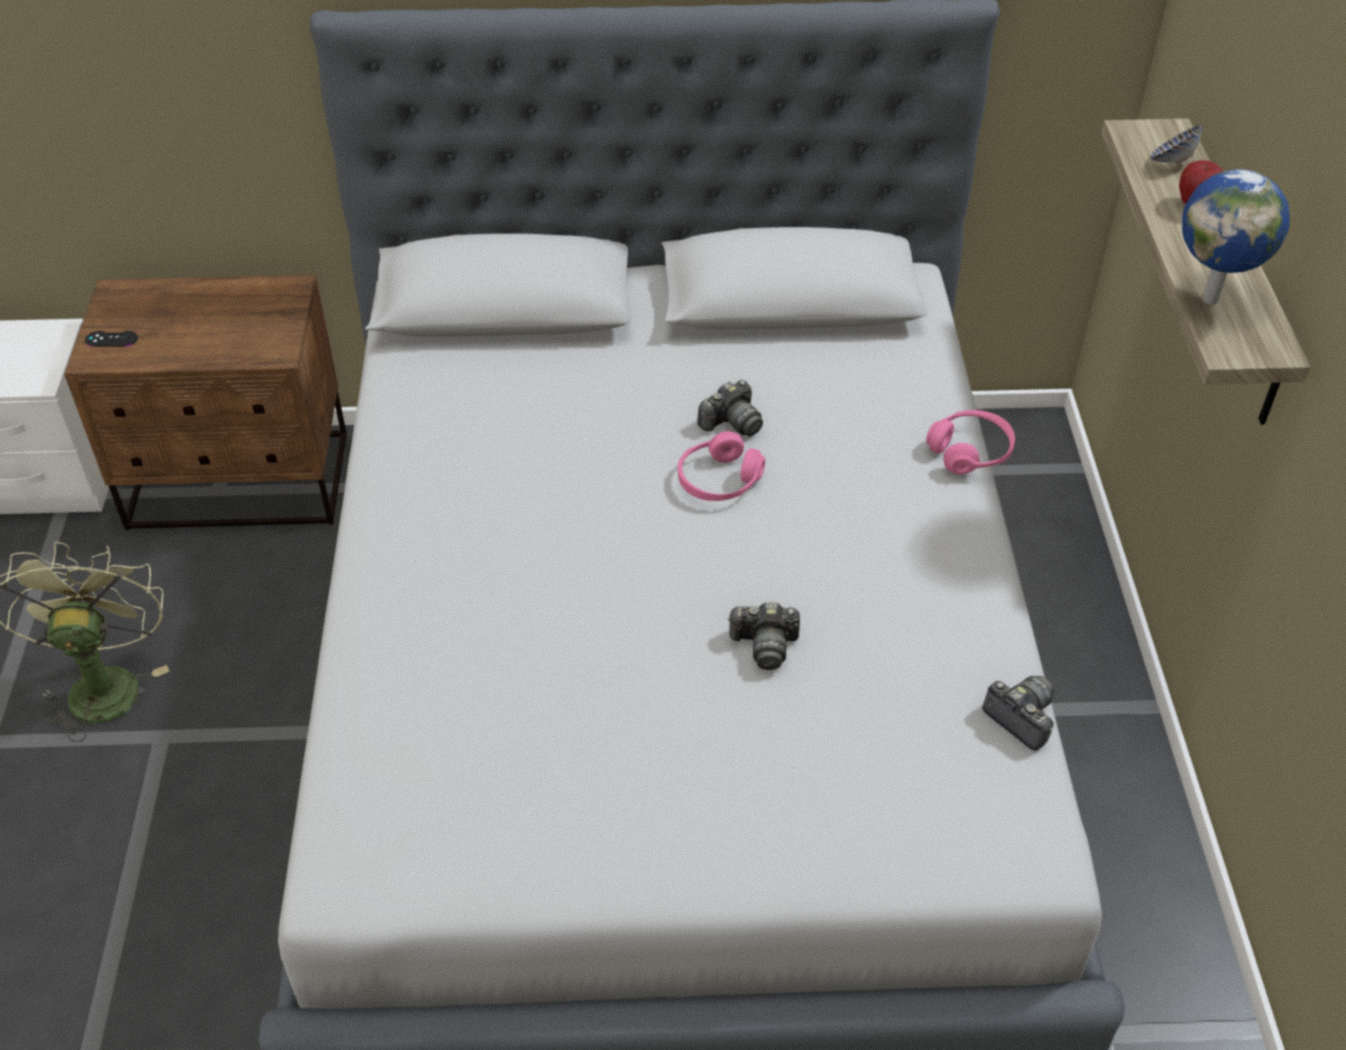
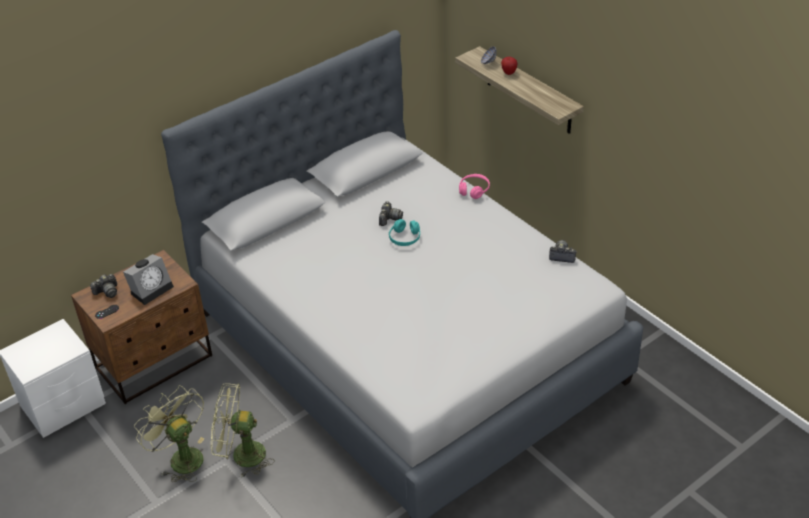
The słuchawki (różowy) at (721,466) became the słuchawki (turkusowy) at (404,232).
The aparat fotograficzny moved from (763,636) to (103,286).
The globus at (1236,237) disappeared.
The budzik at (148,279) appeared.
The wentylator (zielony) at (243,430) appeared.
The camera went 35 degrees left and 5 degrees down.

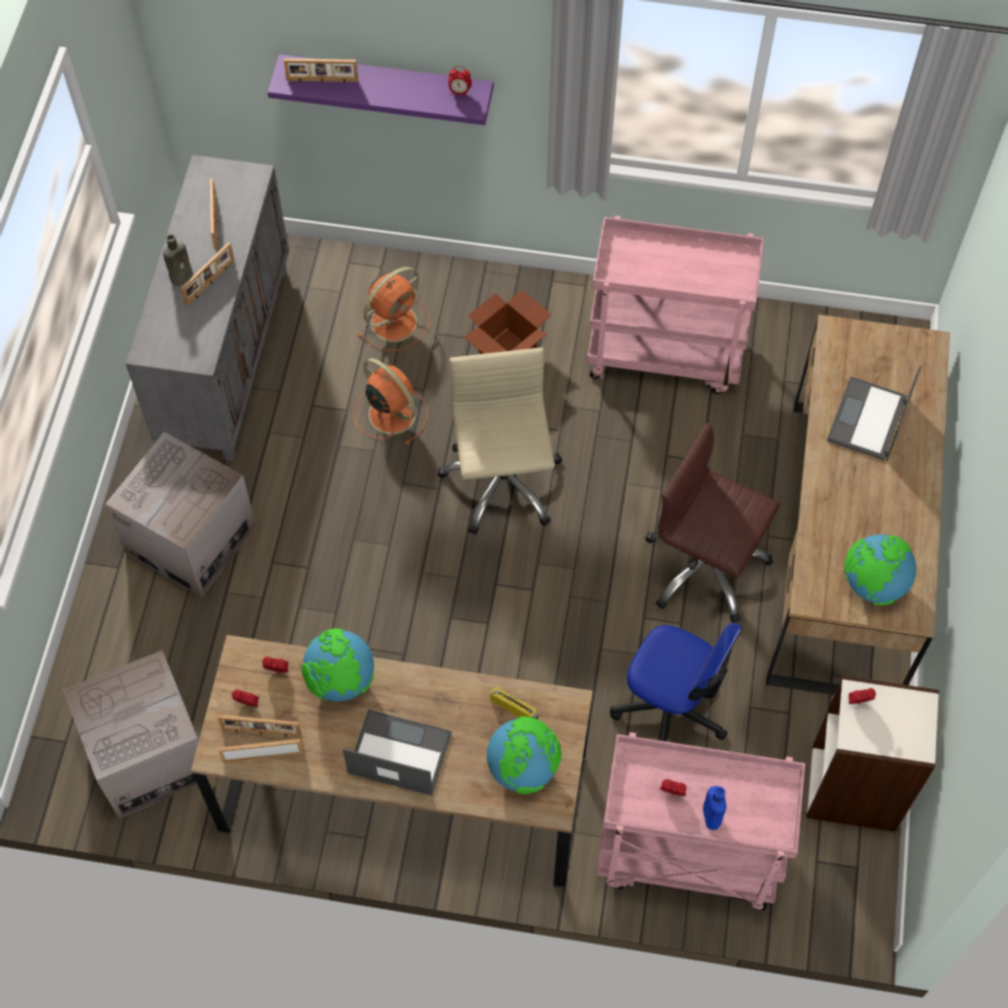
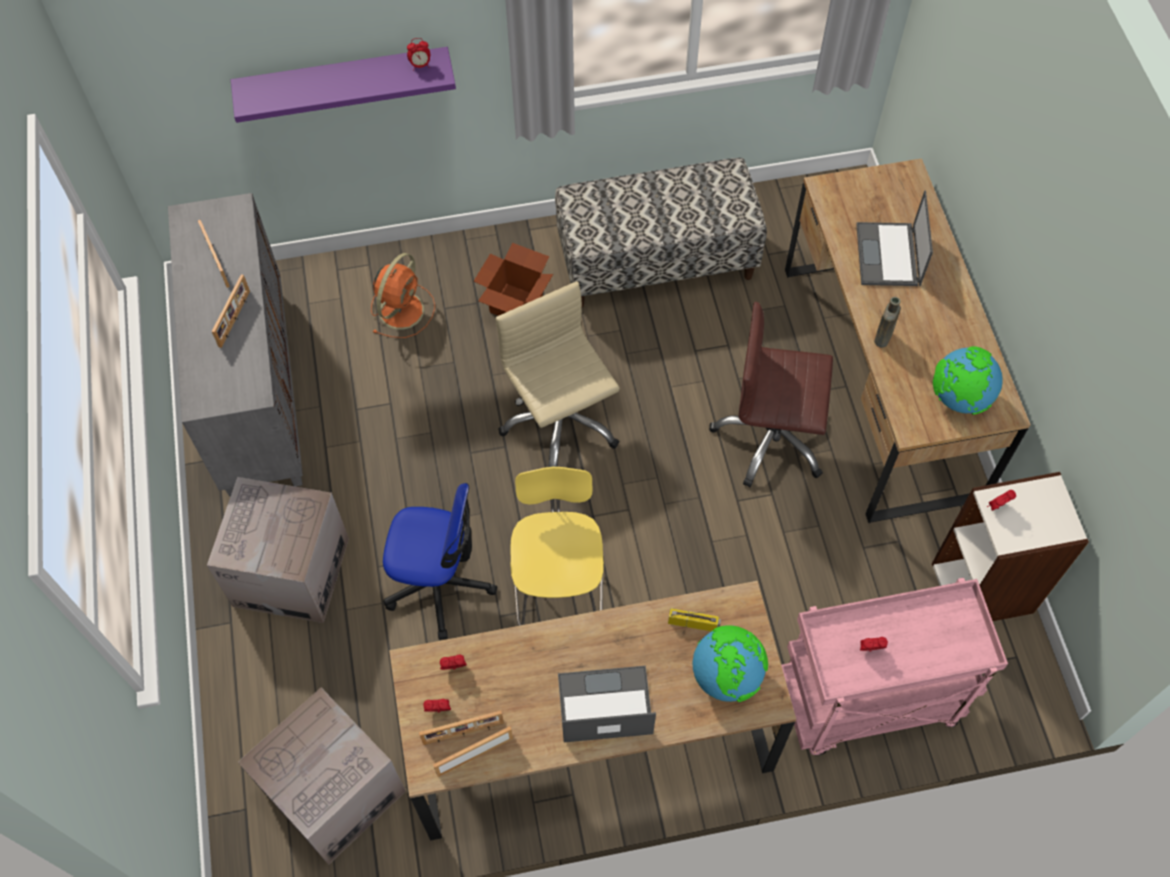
The butelka (brązowy) moved from (178,260) to (887,322).
The ramka na zdjęcie at (321,70) disappeared.
The globus at (337,664) disappeared.
The wentylator (pomarańczowy) at (390,401) disappeared.
The wózek (różowy) at (675,305) was replaced by the ławka at (661,232).
The krzesło biurowe moved from (676,682) to (440,561).
The butelka (niebieski) at (714,808) disappeared.
The stołek (żółty) at (557,546) appeared.
The camera went 20 degrees left and 0 degrees up.

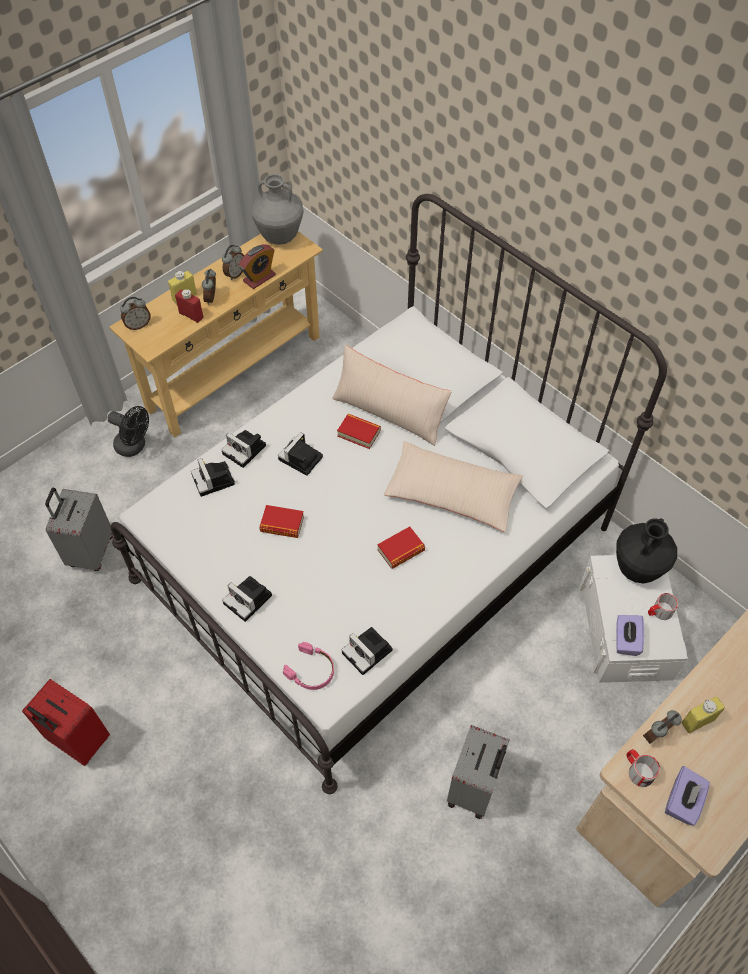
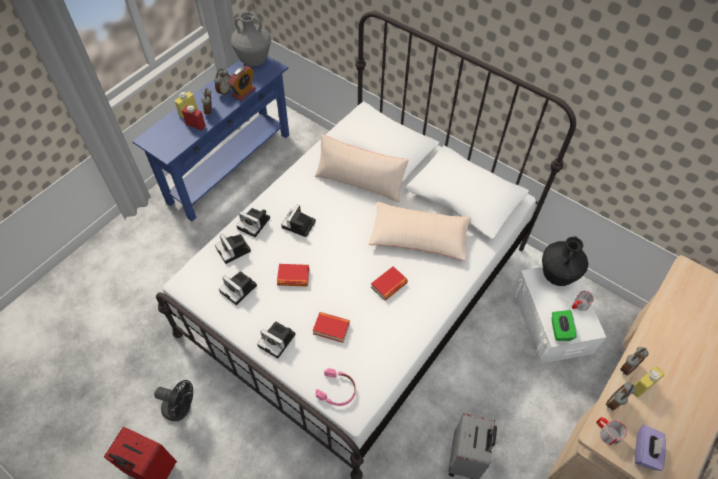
The walizka (szary) at (79,529) disappeared.
The wentylator (czarny) moved from (128,431) to (173,400).
The stolik konsolowy (beżowy) at (216,334) became the stolik konsolowy (niebieski) at (210,138).
The budzik moved from (135,313) to (634,361).
The książka moved from (359,431) to (331,327).
The aparat fotograficzny moved from (367,651) to (238,288).
The pudełko chusteczek (fioletowy) at (630,635) became the pudełko chusteczek (zielony) at (564,325).
The camera went 10 degrees left and 0 degrees up.

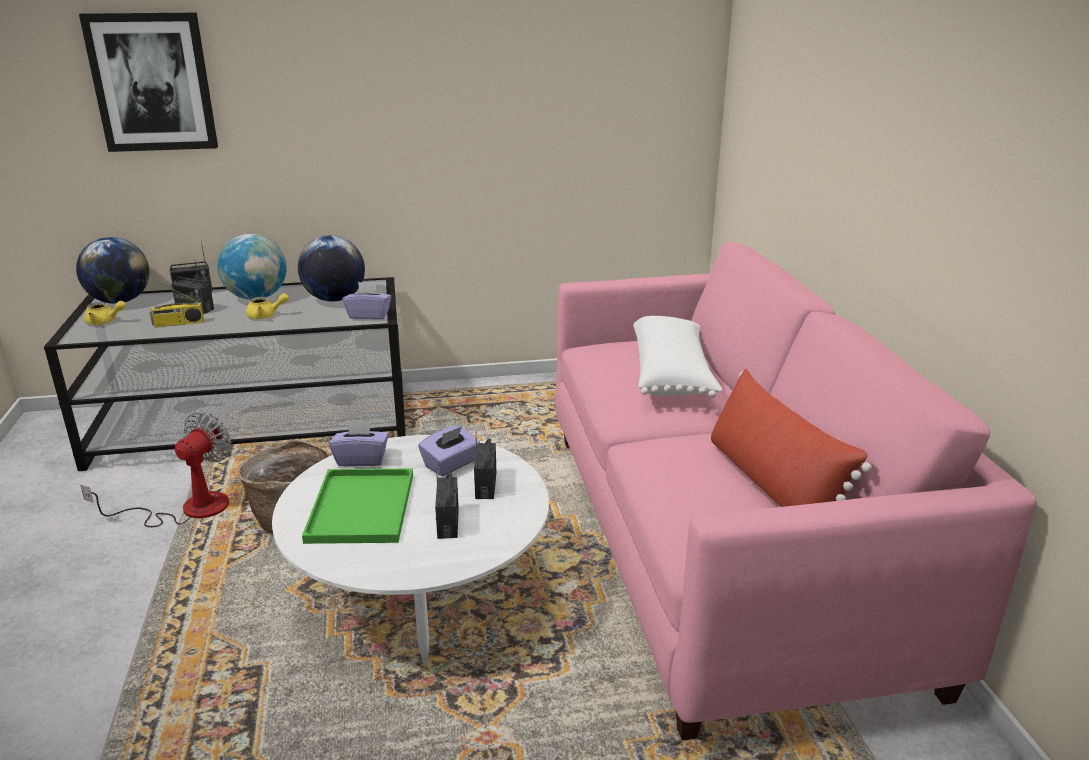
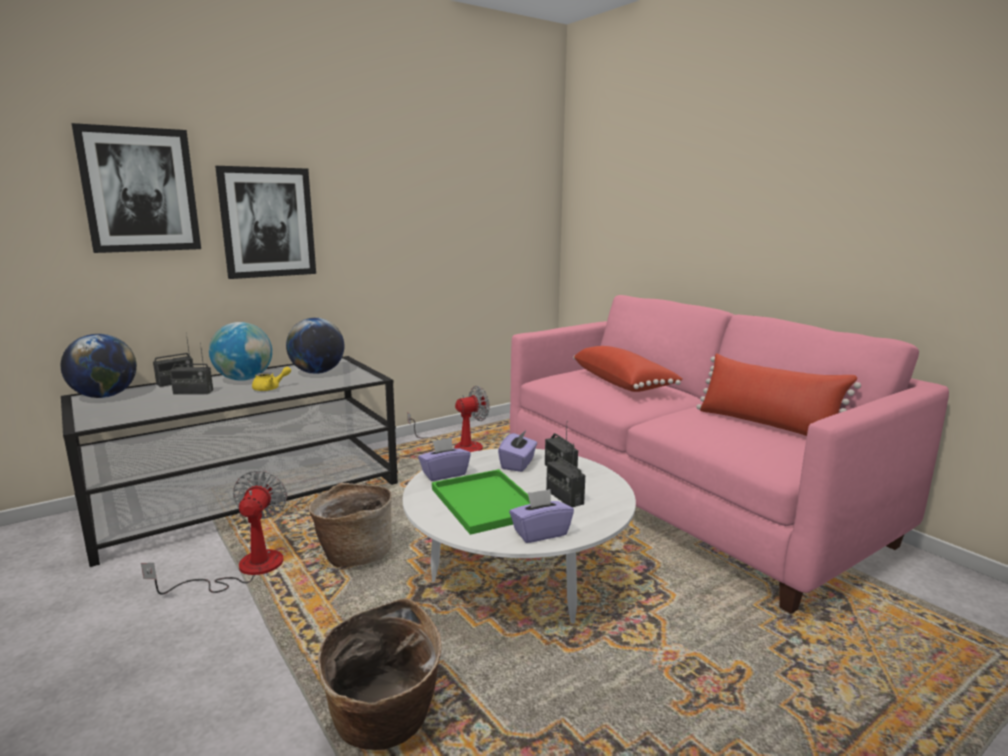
The imbryk (żółty) at (105,313) disappeared.
The radio at (177,304) disappeared.
The pudełko chusteczek (fioletowy) moved from (366,301) to (541,516).
The poduszka (biały) at (678,357) became the poduszka (czerwony) at (627,369).
The obraz at (265,222) appeared.
The koszyk at (380,674) appeared.
The wentylator at (449,419) appeared.
The camera went 25 degrees left and 10 degrees down.

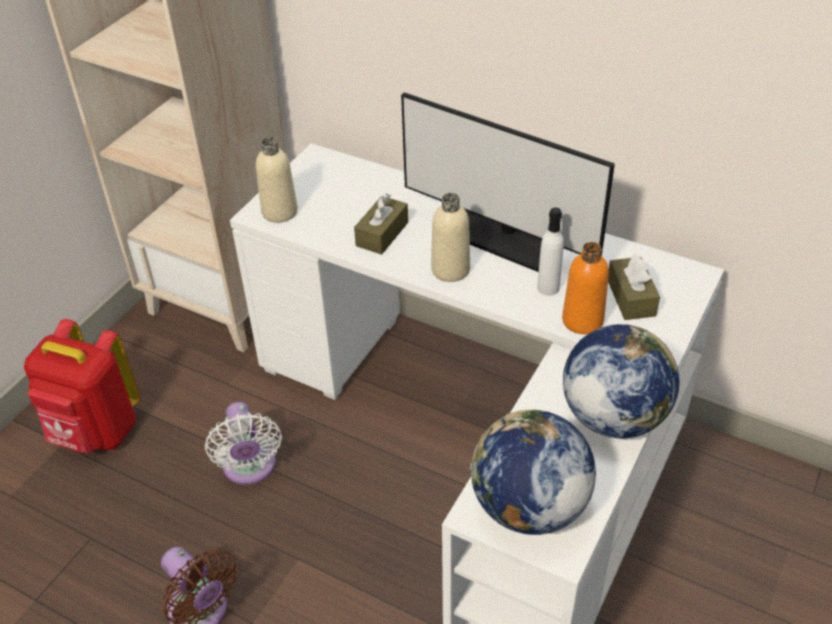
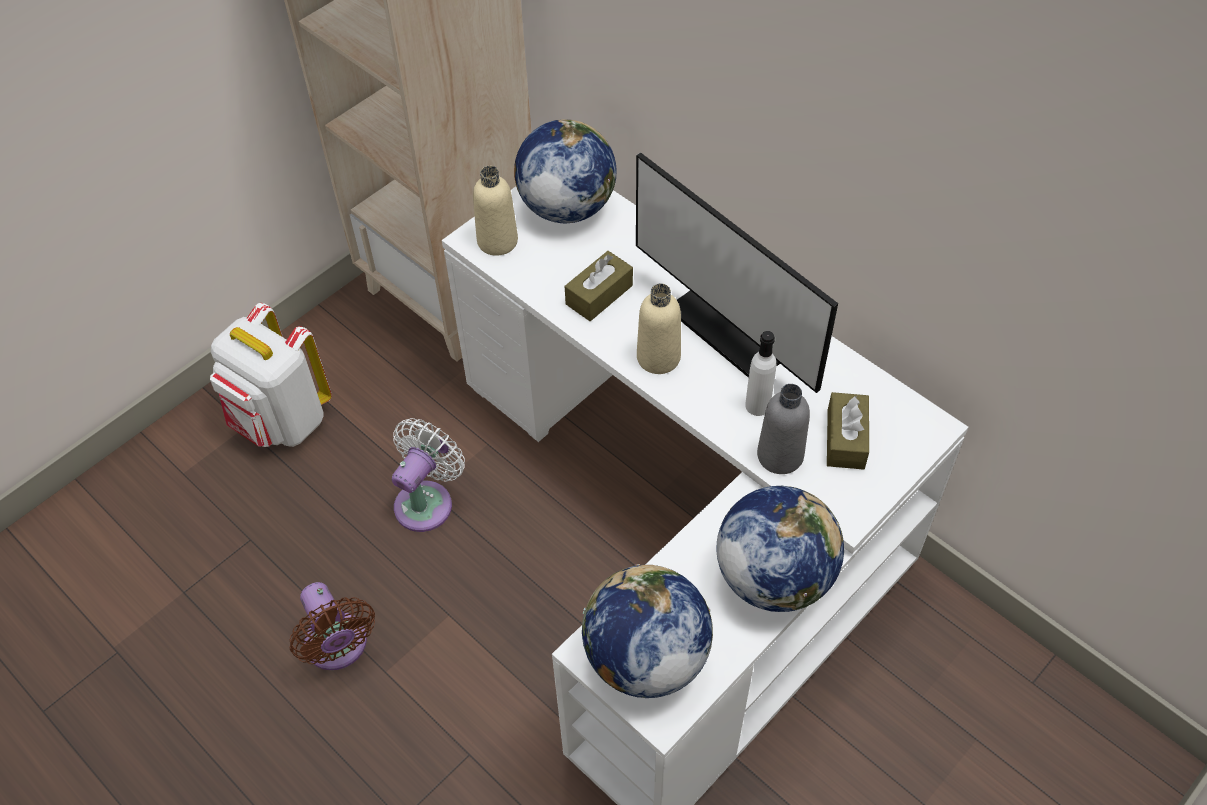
The plecak (czerwony) at (82,386) became the plecak (biały) at (271,375).
The wentylator (biały) at (243,443) turned 150 degrees counterclockwise.
The butelka (pomarańczowy) at (585,288) became the butelka (szary) at (783,429).
The globus at (565,171) appeared.
The camera went 15 degrees right and 10 degrees up.

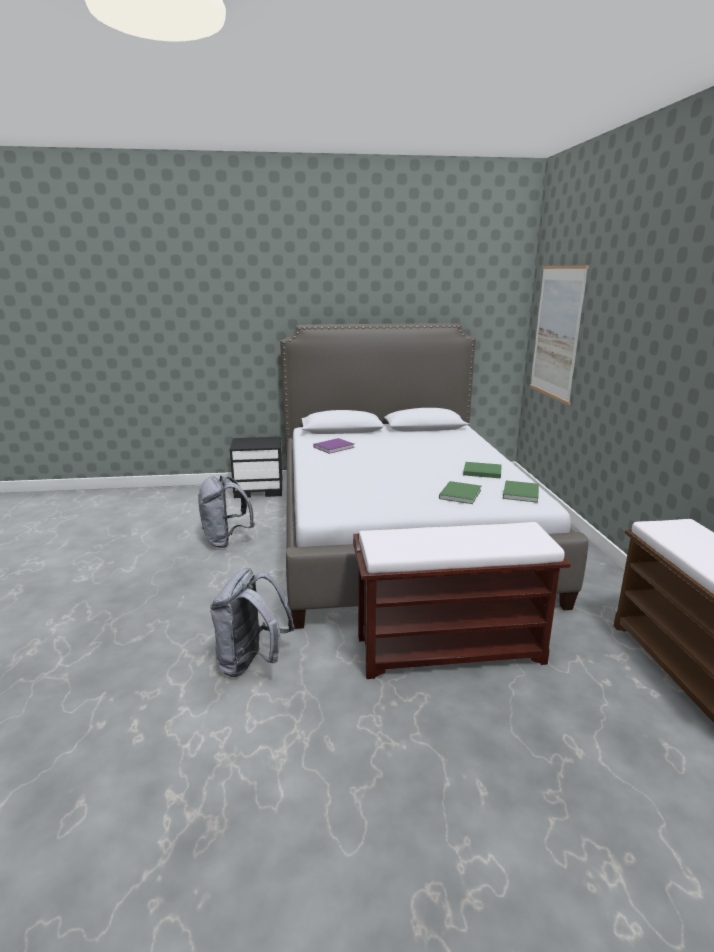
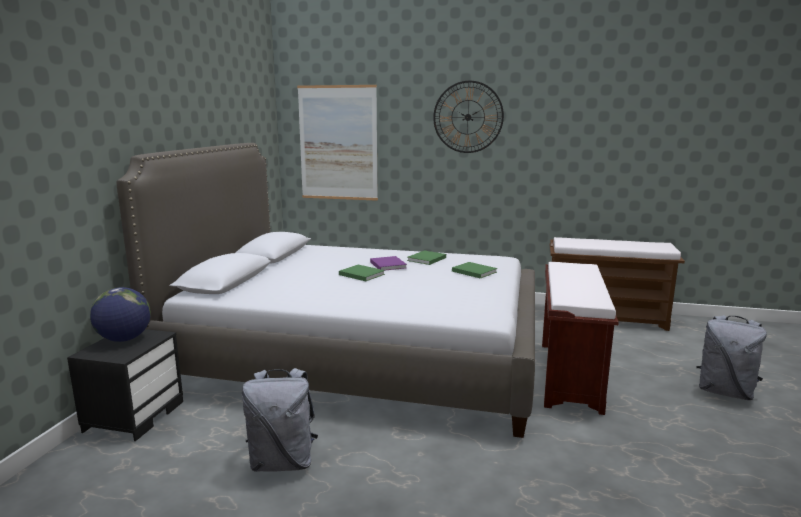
The plecak (szary) moved from (252,622) to (731,357).
The książka (fioletowy) moved from (334,446) to (388,263).
The książka (zielony) moved from (521,491) to (362,273).
The globus at (120,314) appeared.
The zegar ścienny at (468,117) appeared.
The camera went 70 degrees left and 5 degrees down.

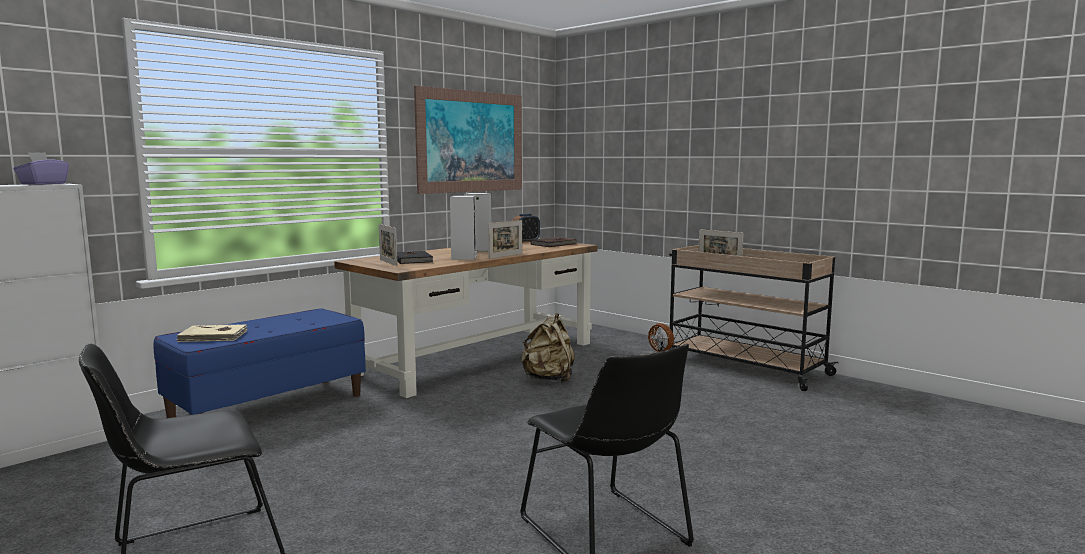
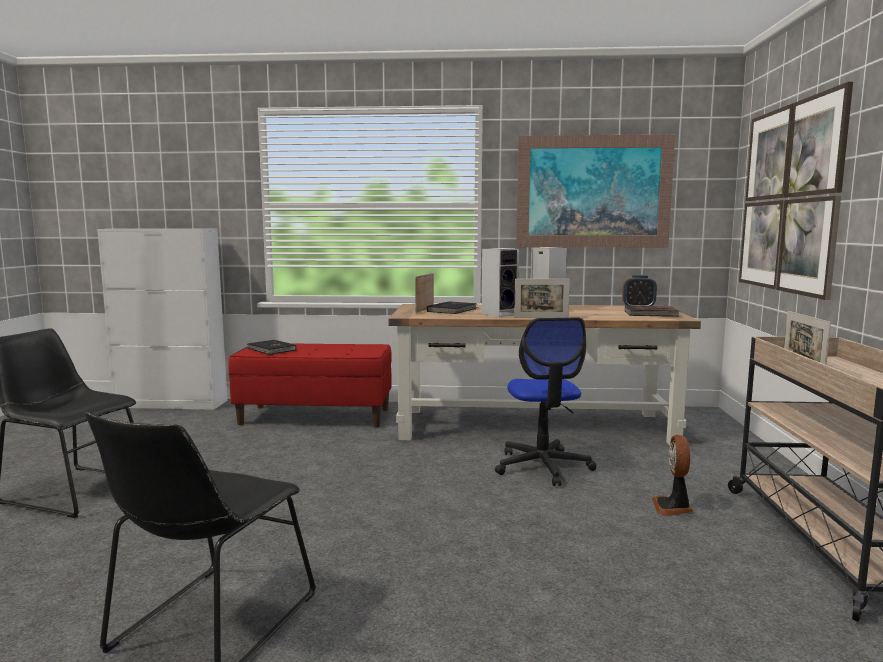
The pudełko chusteczek (fioletowy) at (41,168) disappeared.
The ławka (niebieski) at (259,363) became the ławka (czerwony) at (310,385).
The książka (beżowy) at (212,333) became the książka (czarny) at (271,347).
The plecak (beżowy) at (548,348) was replaced by the krzesło biurowe at (546,401).
The obraz at (796,191) appeared.
The camera went 50 degrees right and 0 degrees up.

